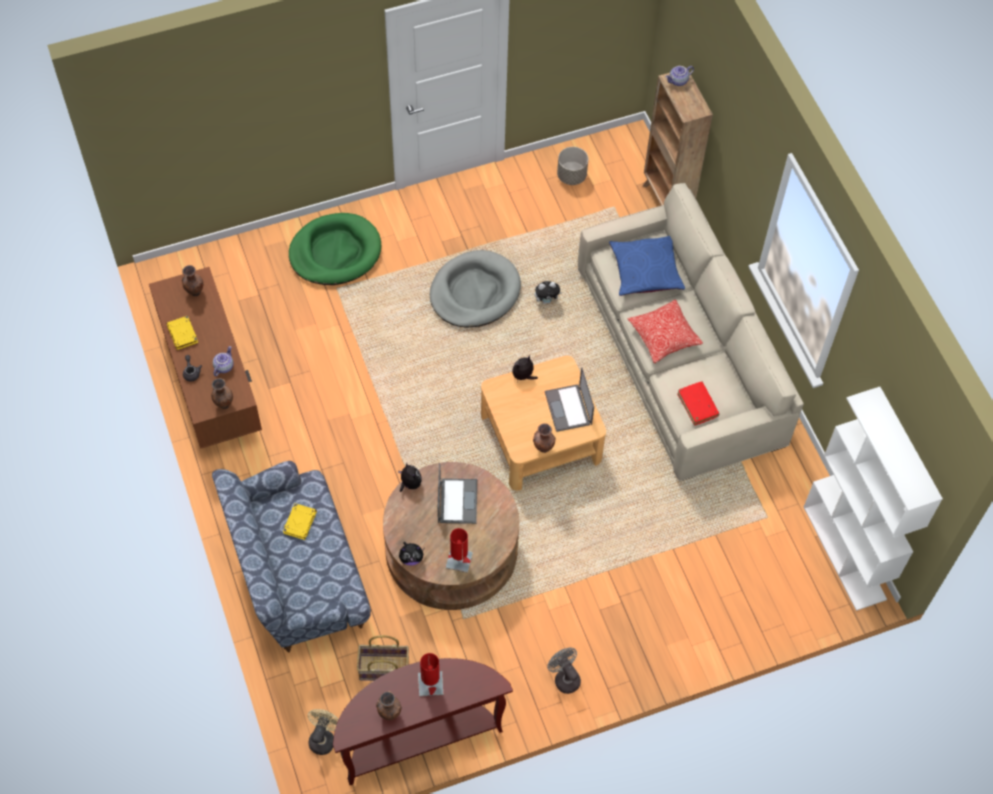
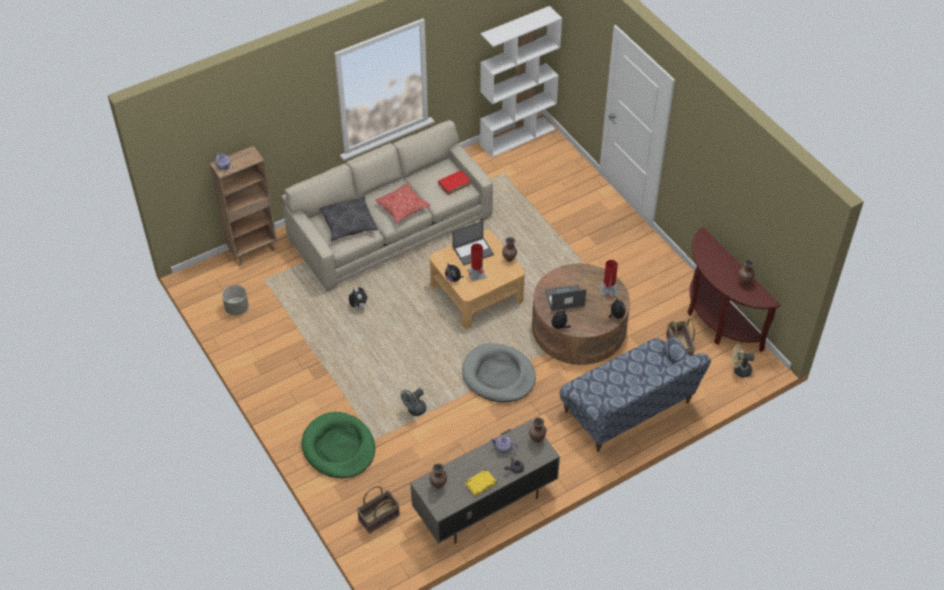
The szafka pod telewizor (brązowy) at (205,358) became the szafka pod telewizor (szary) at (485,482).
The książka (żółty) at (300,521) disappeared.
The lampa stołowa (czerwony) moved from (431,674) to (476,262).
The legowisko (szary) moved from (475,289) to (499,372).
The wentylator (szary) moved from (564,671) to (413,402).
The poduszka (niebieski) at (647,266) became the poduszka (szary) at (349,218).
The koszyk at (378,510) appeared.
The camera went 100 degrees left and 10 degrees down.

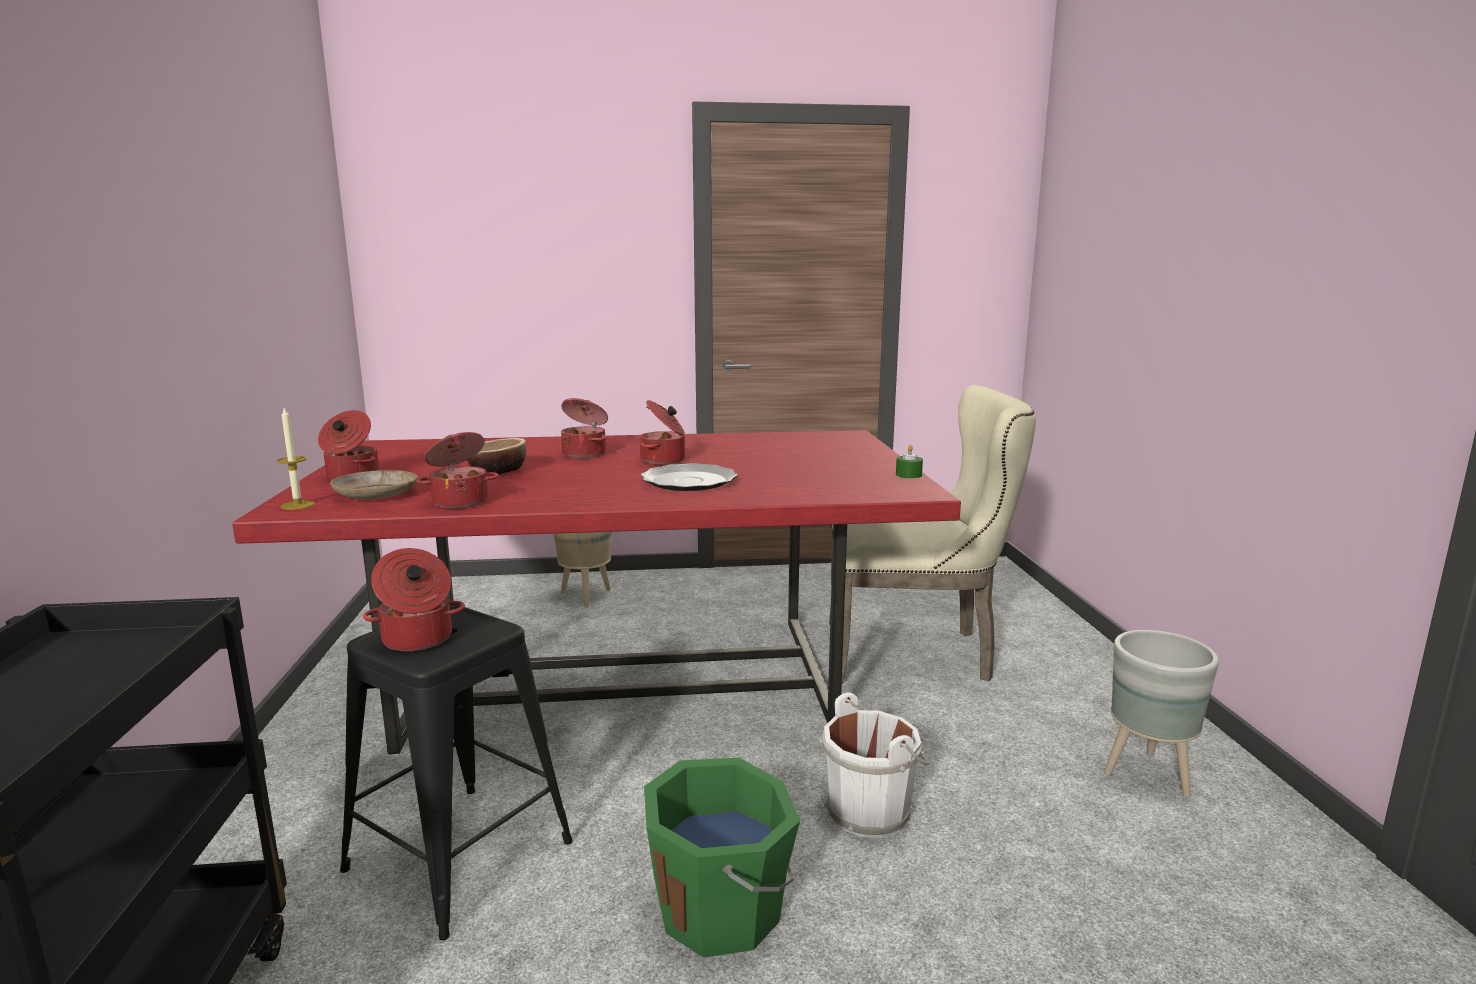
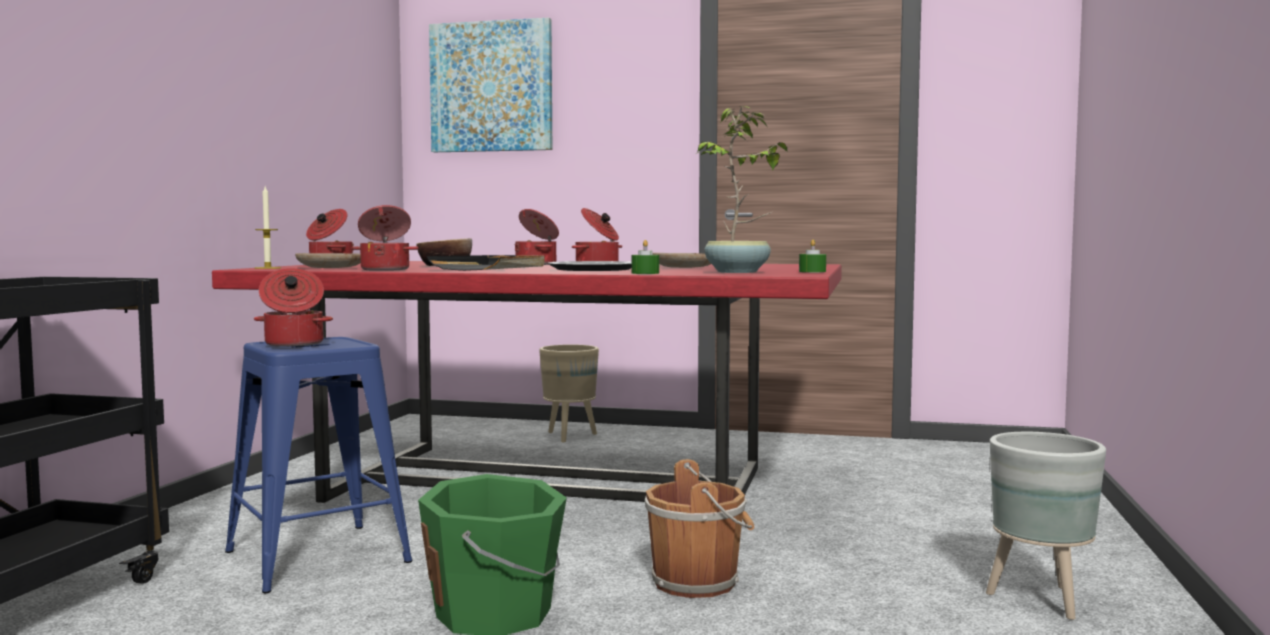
The stołek (czarny) at (456,772) became the stołek (niebieski) at (318,465).
The wiadro (biały) at (874,765) became the wiadro (brązowy) at (699,528).
The krzesło (beżowy) at (932,534) disappeared.
The taca (czarny) at (486,263) appeared.
The obraz at (490,84) appeared.
The świeca (zielony) at (645,257) appeared.
The talerz (beżowy) at (682,260) appeared.
The roślina doniczkowa at (742,189) appeared.
The camera went 20 degrees right and 10 degrees down.

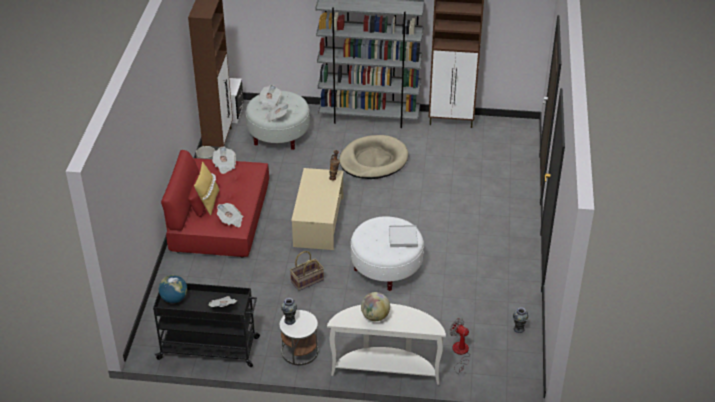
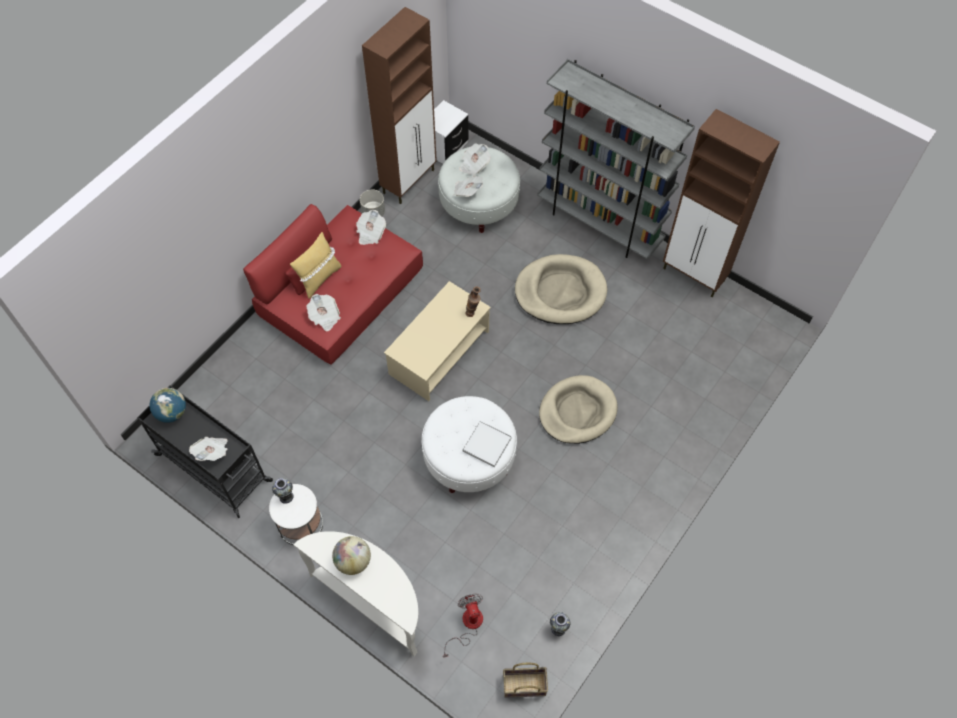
The koszyk moved from (307,271) to (525,680).
The legowisko (beżowy) at (578,409) appeared.
The camera went 30 degrees right and 20 degrees up.

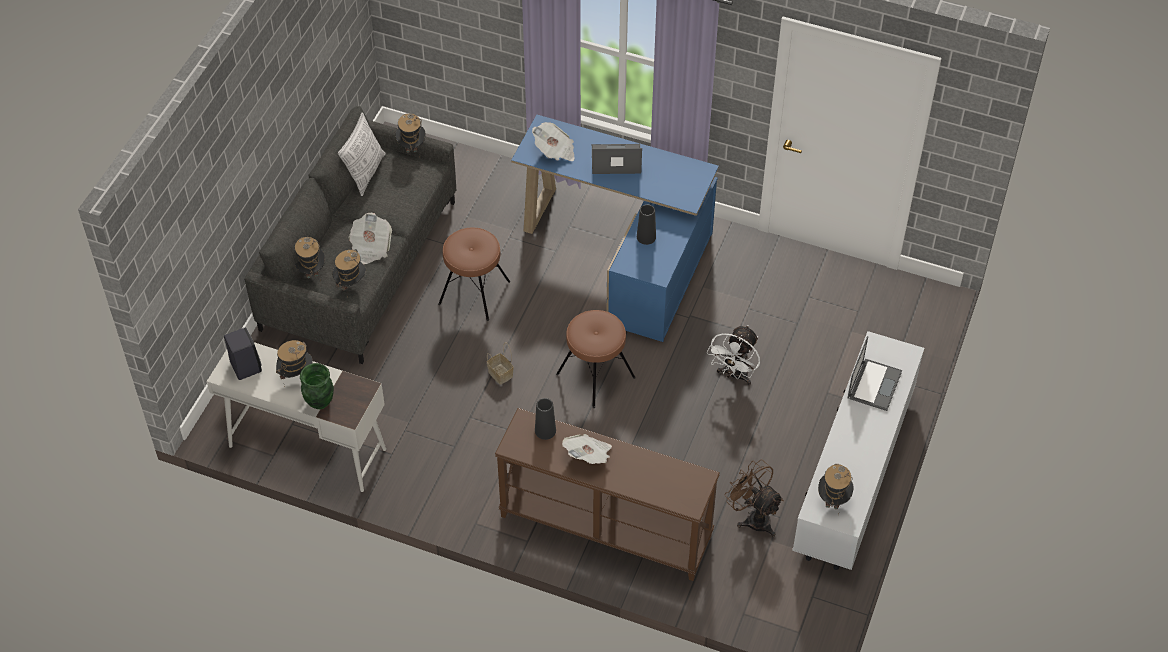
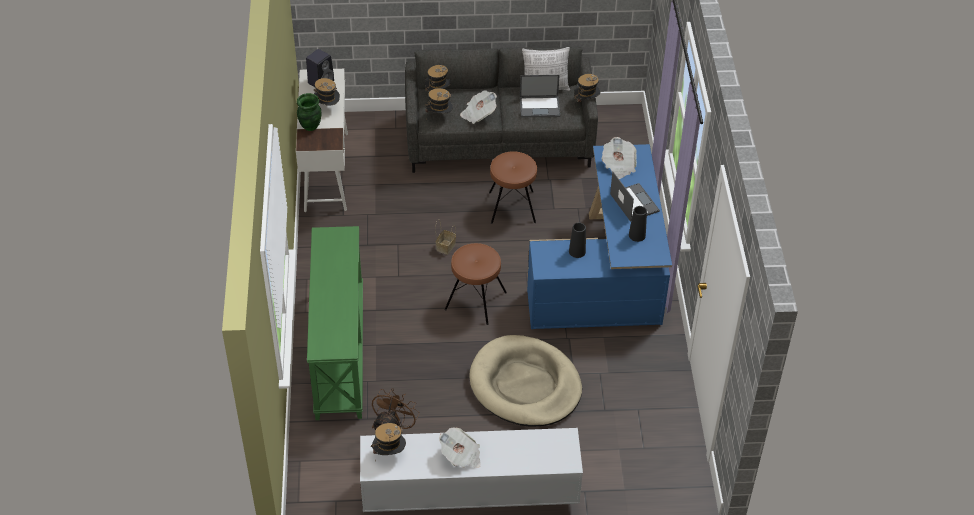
The stolik konsolowy (brązowy) at (607,494) became the stolik konsolowy (zielony) at (335,323).
The wazon (czarny) moved from (545,419) to (638,224).
The gazeta moved from (587,449) to (459,447).
The wentylator (biały) at (733,355) was replaced by the legowisko (beżowy) at (525,380).
The laptop moved from (875,373) to (540,96).
The camera went 65 degrees right and 5 degrees down.

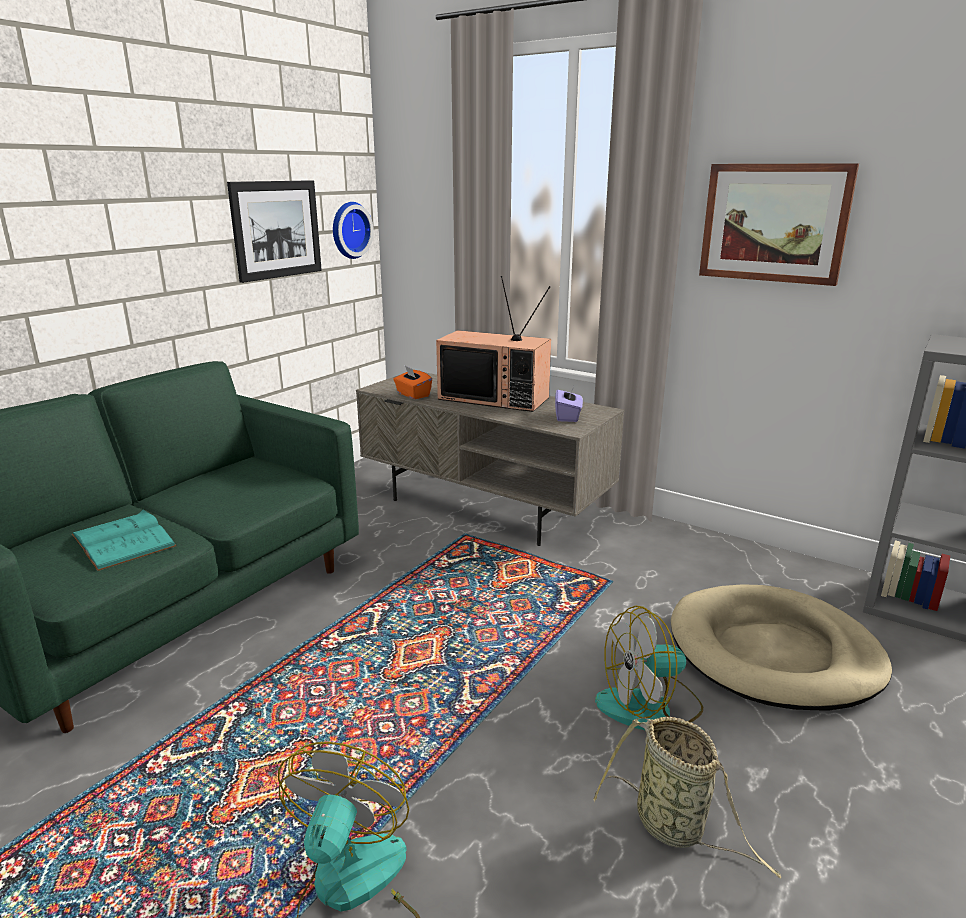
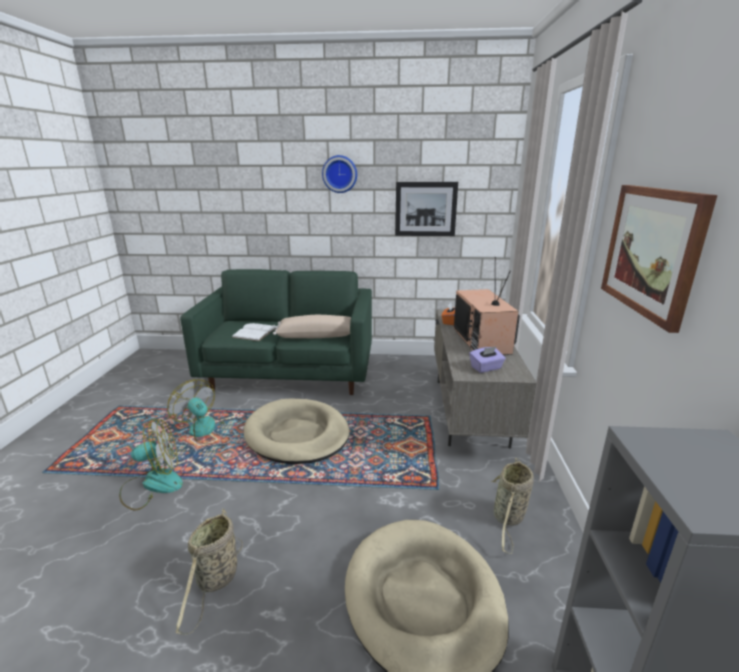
The książka (turkusowy) at (124,540) became the książka (biały) at (254,332).
The zegar ścienny moved from (353,230) to (339,174).
The wentylator moved from (649,668) to (200,411).
The legowisko (beżowy) at (296,431) appeared.
The poduszka (beżowy) at (312,326) appeared.
The koszyk at (512,506) appeared.
The camera went 60 degrees right and 0 degrees up.

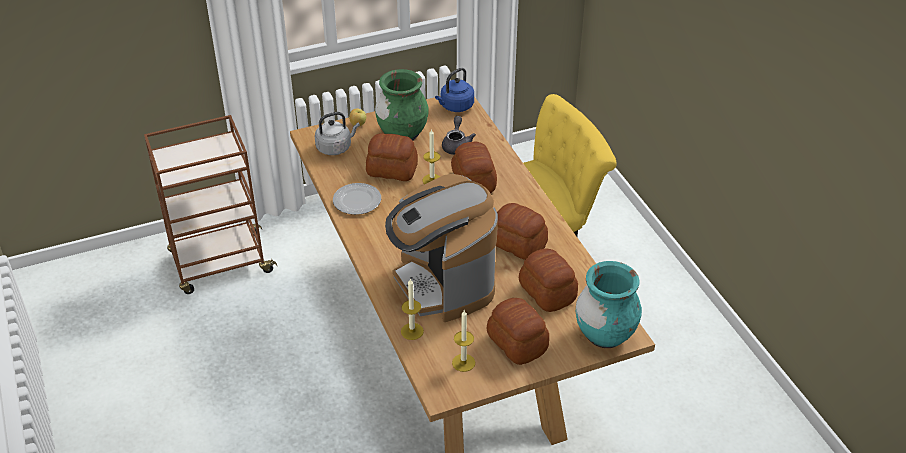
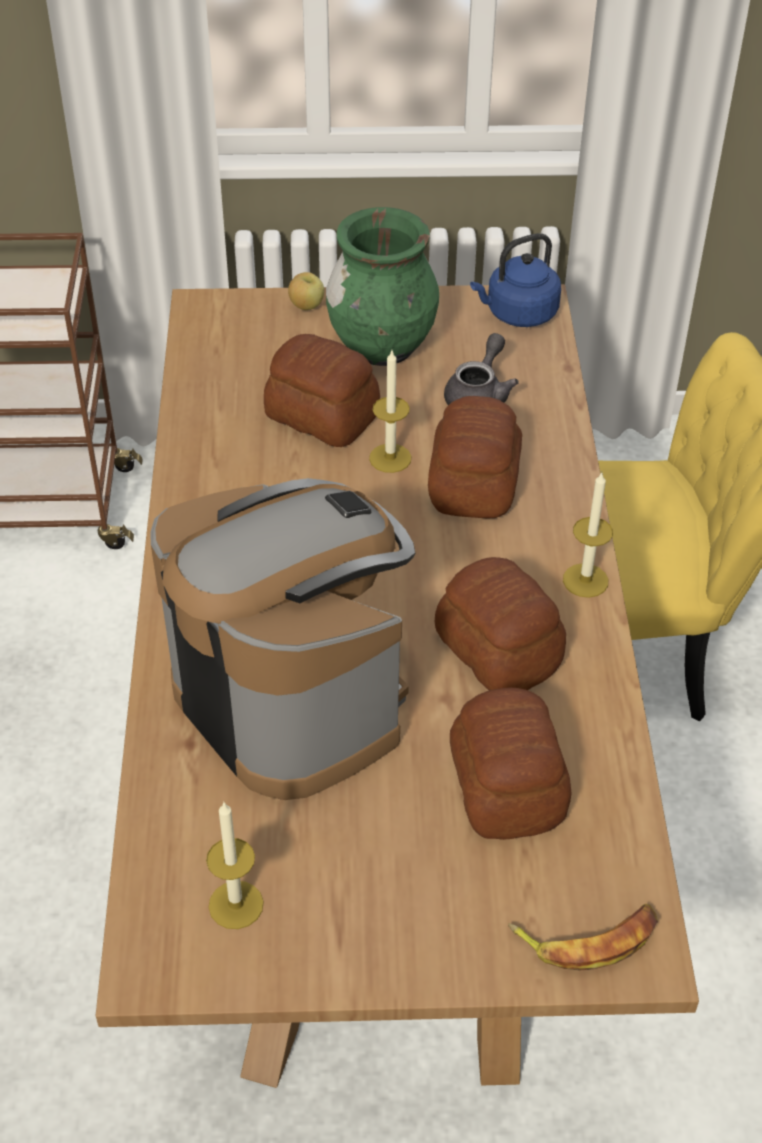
The czajnik (szary) at (337,133) disappeared.
The talerz at (357,199) disappeared.
The ekspres do kawy at (441,248) turned 150 degrees clockwise.
The świeca moved from (412,309) to (588,535).
The chleb at (518,331) disappeared.
The wazon (turkusowy) at (609,304) was replaced by the banan at (583,937).
The camera went 20 degrees right and 5 degrees up.

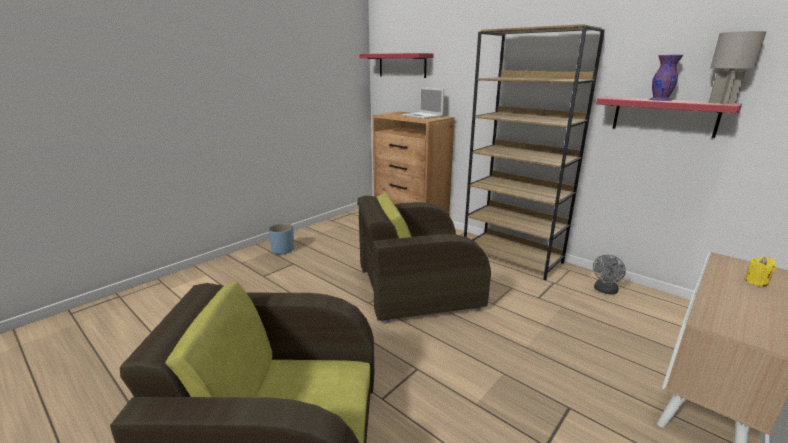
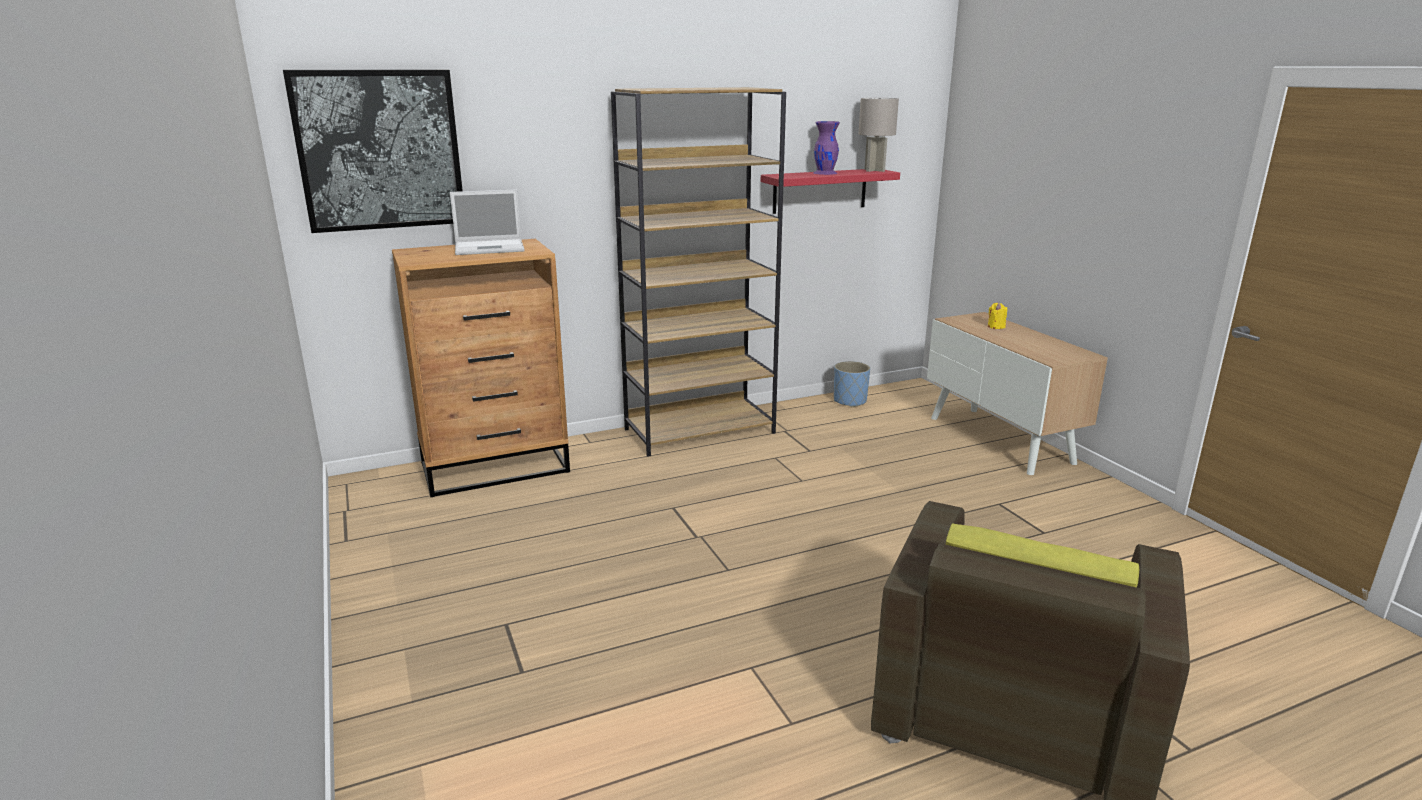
The donica (niebieski) moved from (281,239) to (852,384).
The fotel (brązowy) at (424,258) disappeared.
The półka (czerwony) at (396,65) was replaced by the obraz at (373,151).
The wentylator (szary) at (609,275) disappeared.
The camera went 65 degrees left and 0 degrees up.

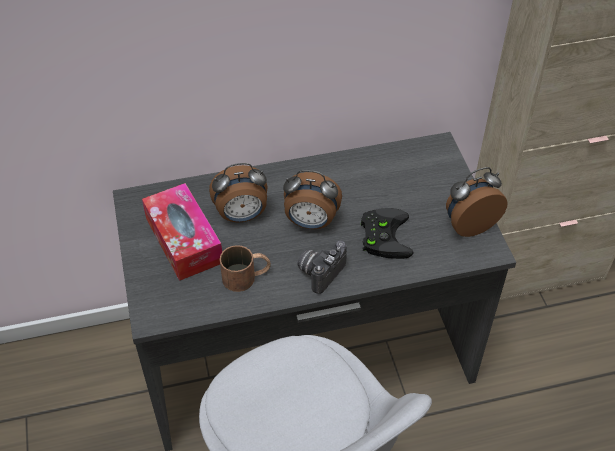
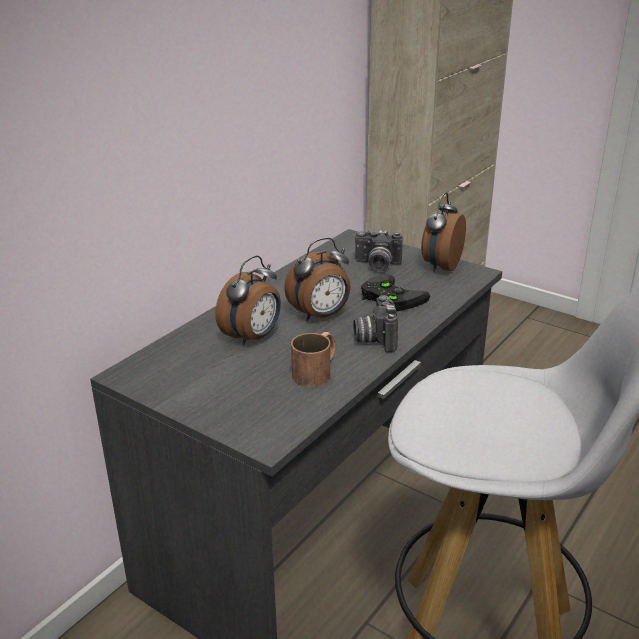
The pudełko chusteczek at (182,232) disappeared.
The aparat fotograficzny at (379,250) appeared.
The camera went 40 degrees left and 20 degrees down.

